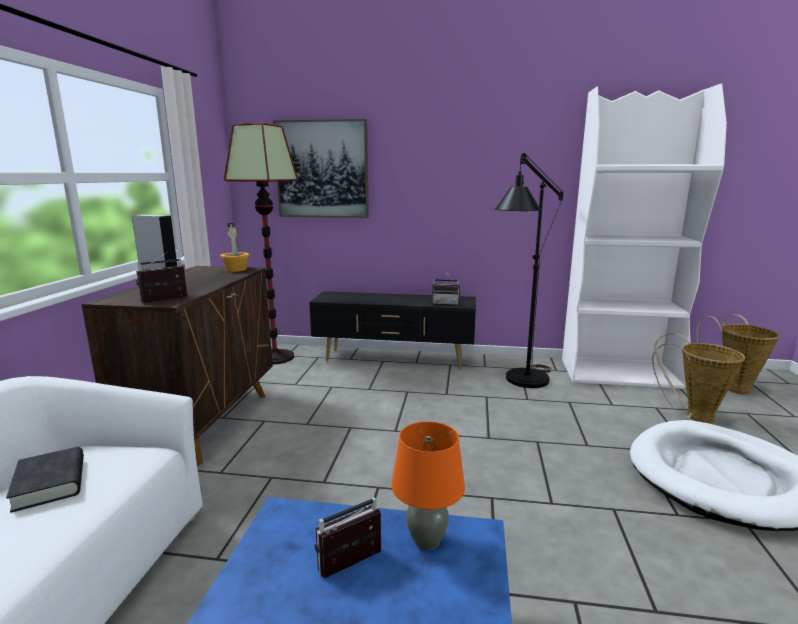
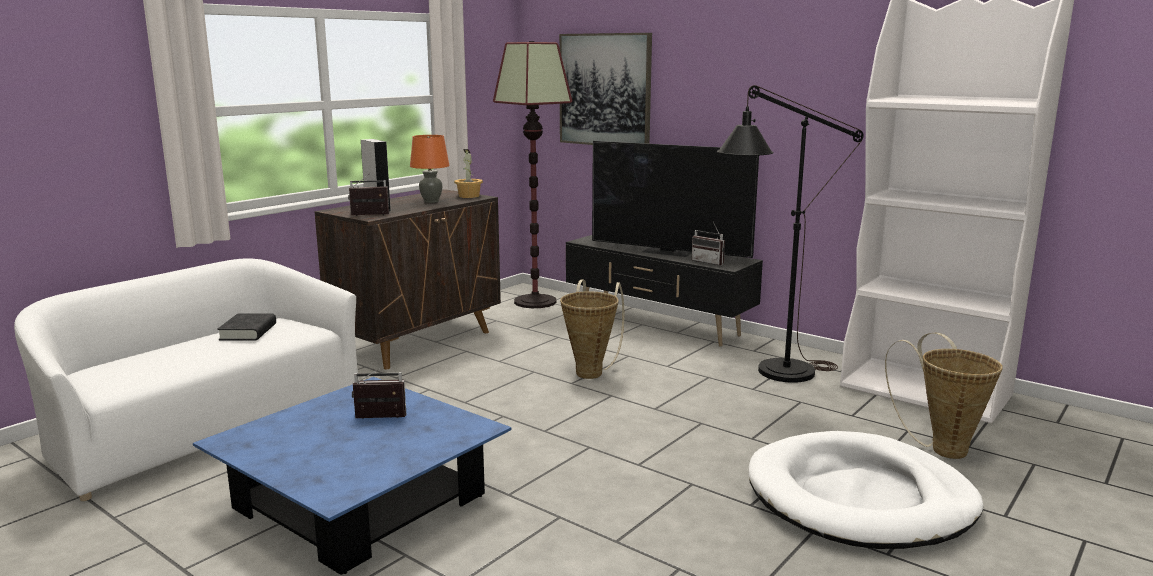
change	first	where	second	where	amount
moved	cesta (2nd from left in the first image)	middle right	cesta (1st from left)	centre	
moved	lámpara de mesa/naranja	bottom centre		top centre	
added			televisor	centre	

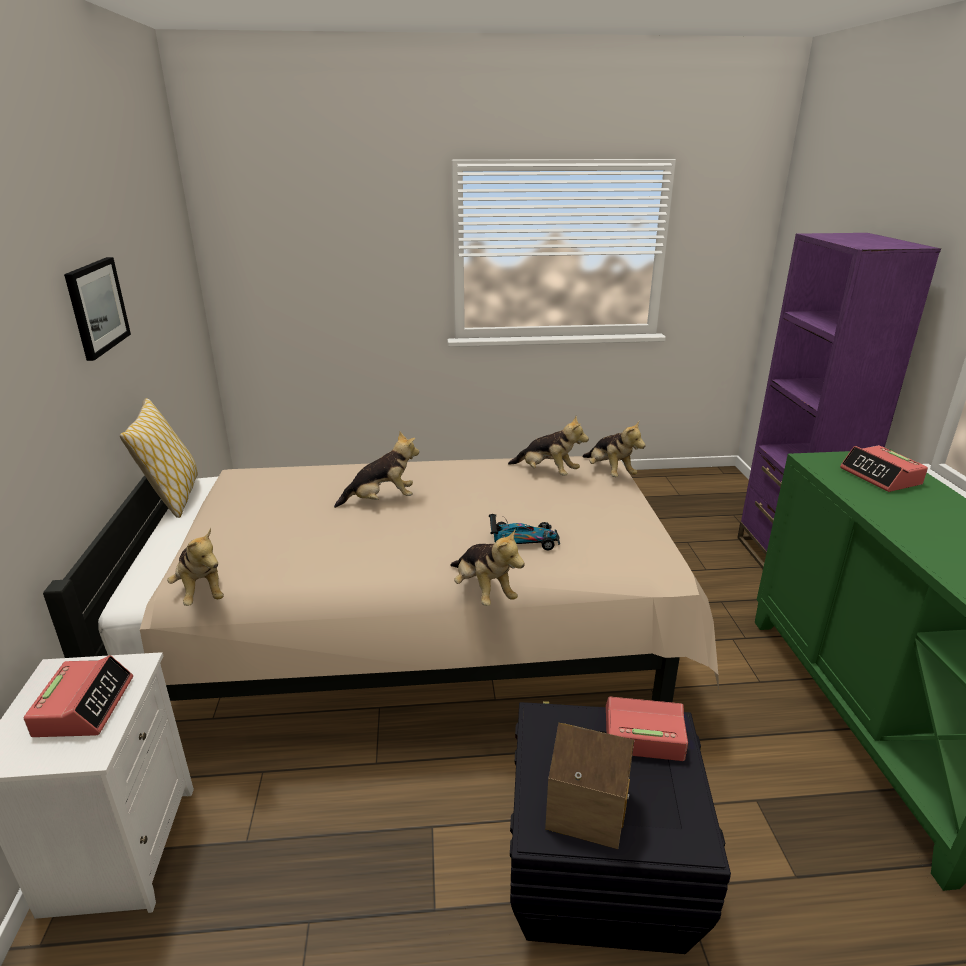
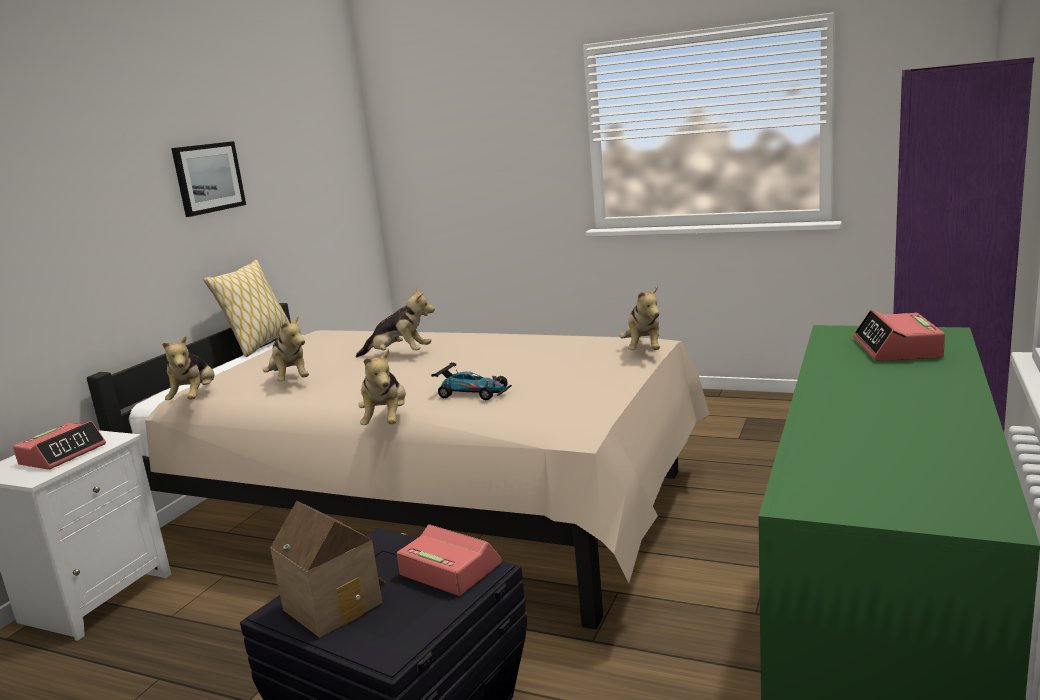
change	first	where	second	where	amount
moved	peluche (4th from left in the first image)	centre	peluche (2nd from left)	middle left	

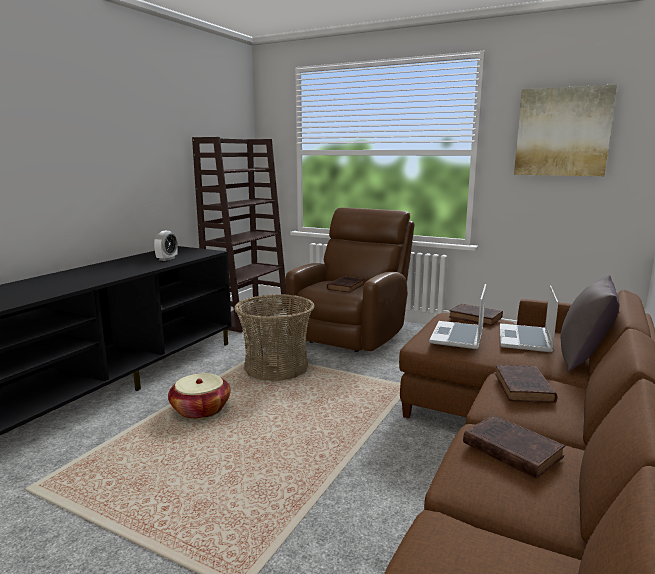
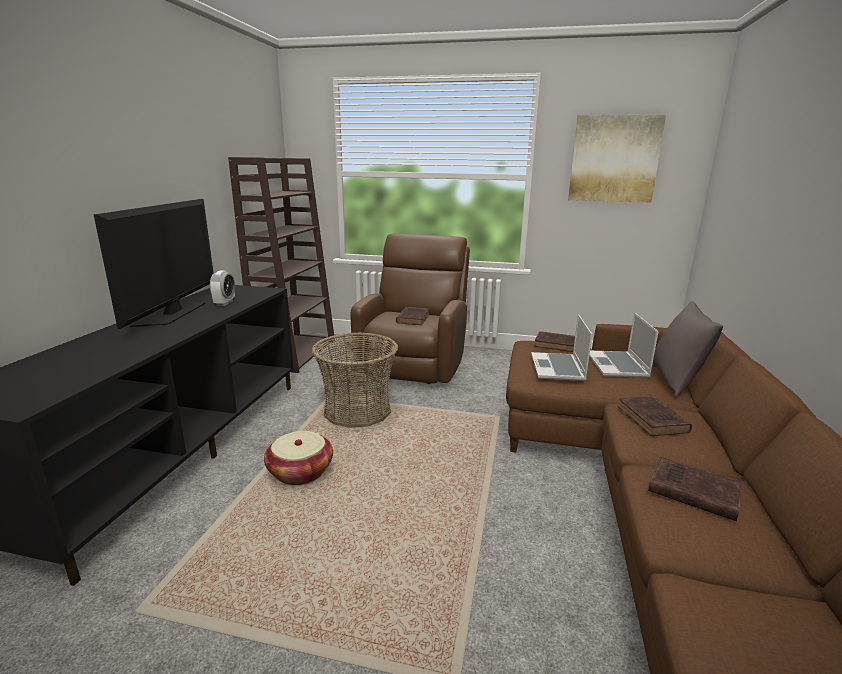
change	first	where	second	where	amount
added			televisor	middle left	

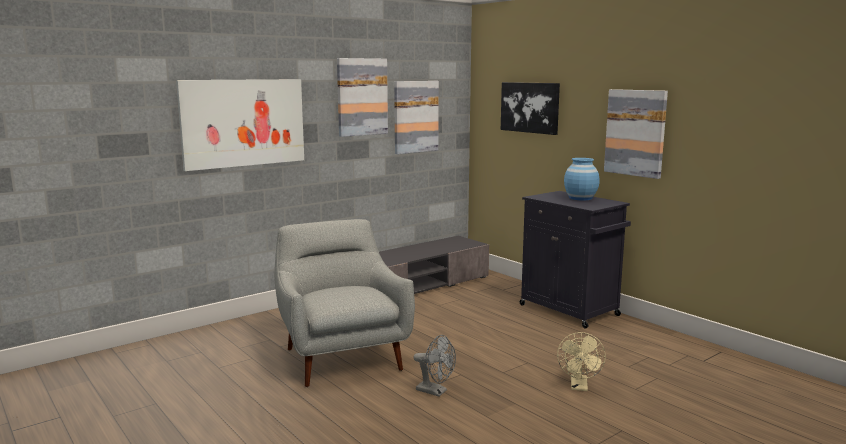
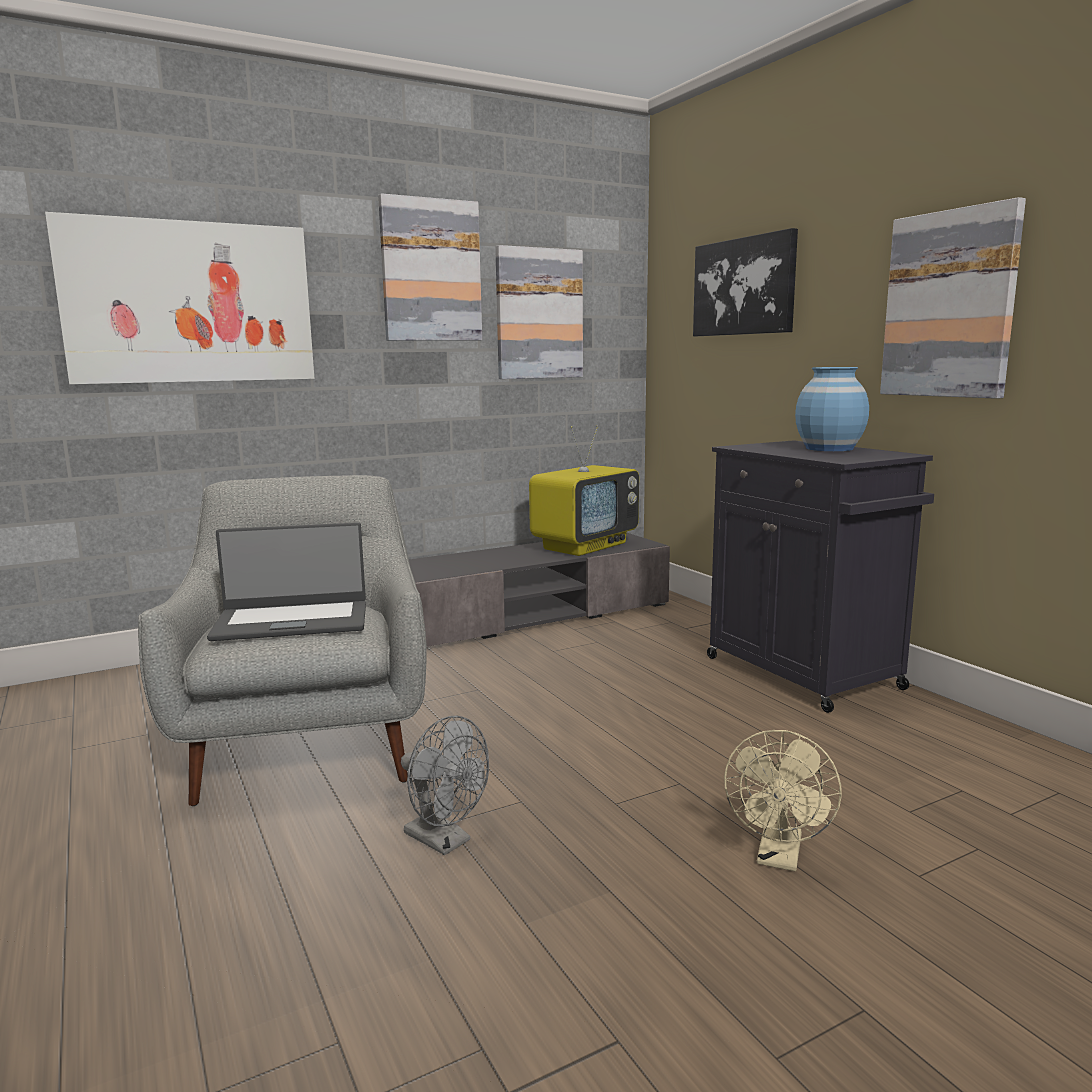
change	first	where	second	where	amount
added			televisor	centre	
added			portátil	middle left	

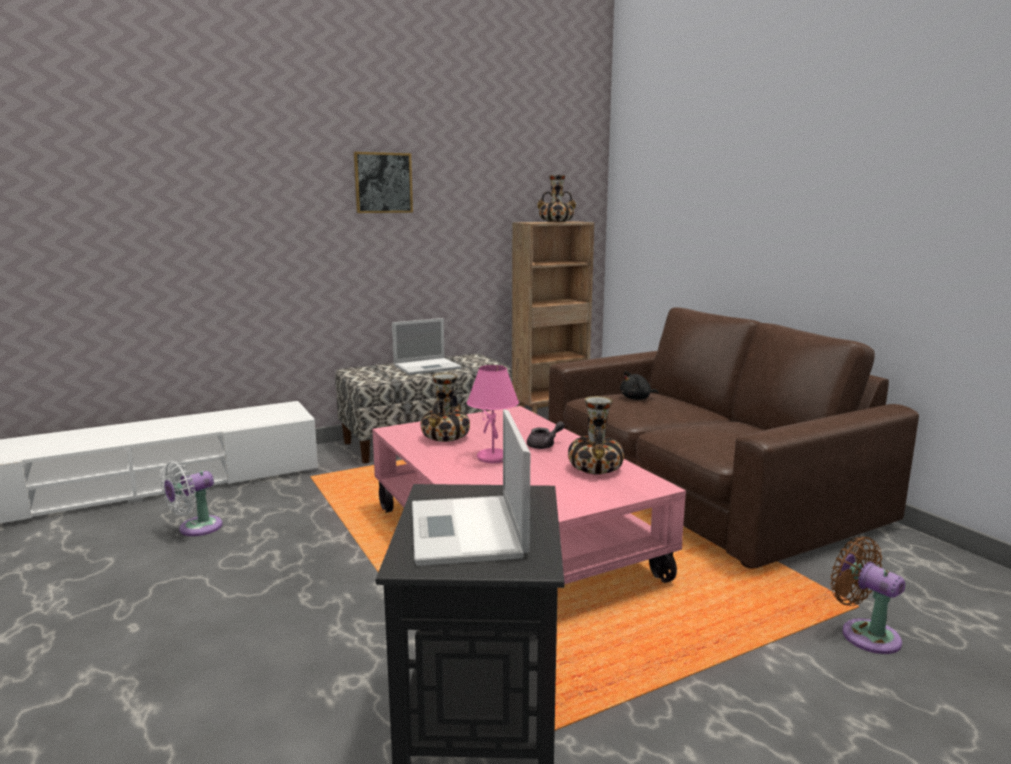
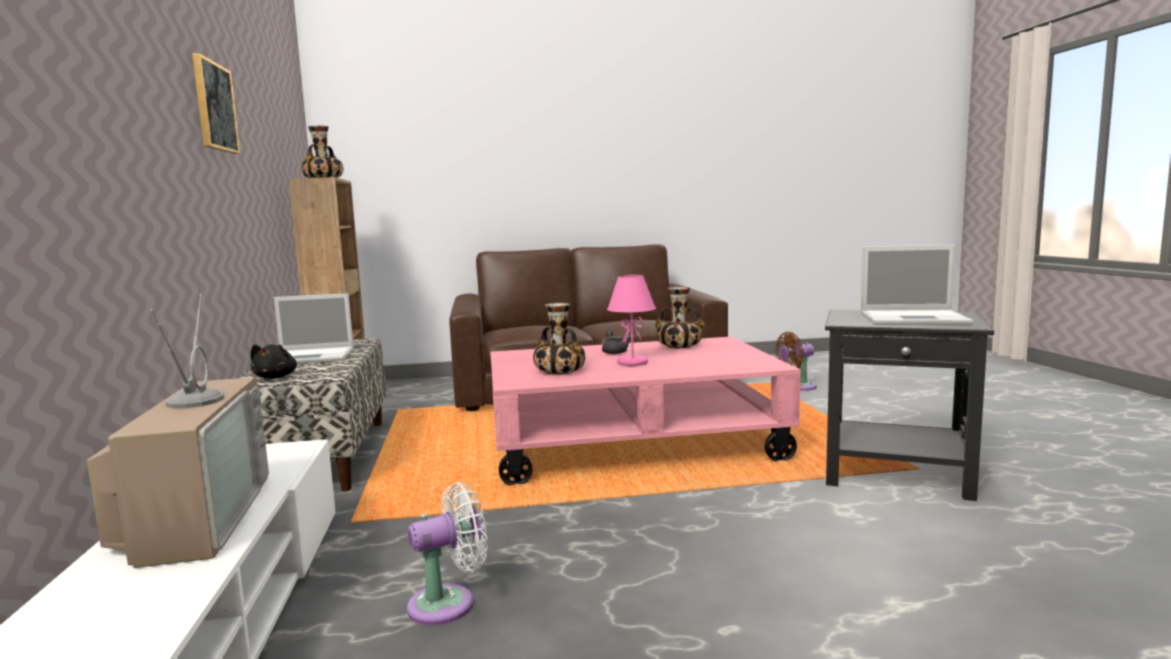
change	first	where	second	where	amount
turned	portátil (1st from left)	centre		middle left	90 degrees clockwise
moved	peluche/negro	centre		middle left	
turned	ventilador/blanco	middle left		bottom centre	90 degrees counterclockwise
added			televisor	middle left	

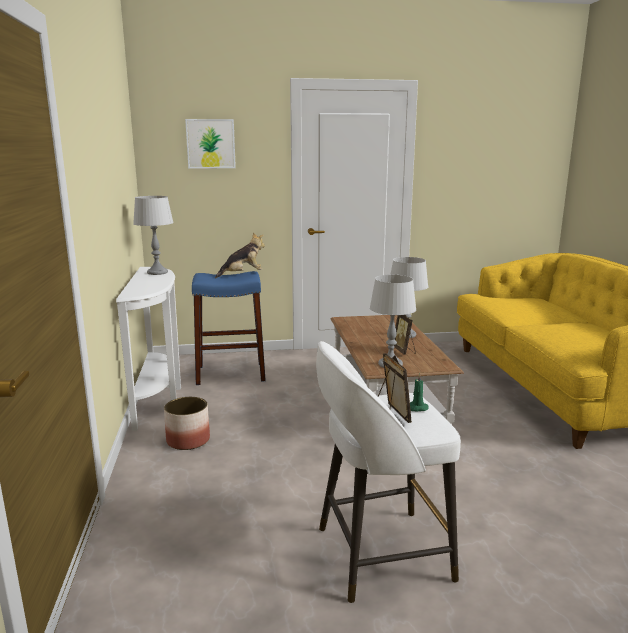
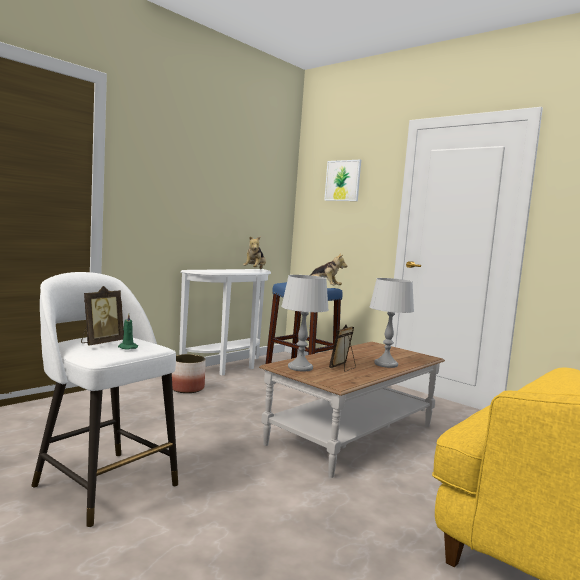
change	first	where	second	where	amount
replaced	lámpara de mesa/gris (1st from left)	middle left	peluche (1st from left)	centre	

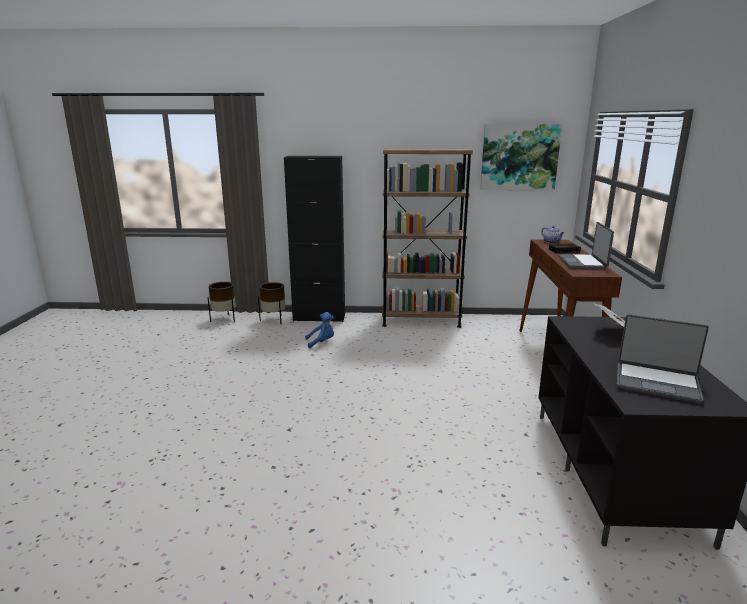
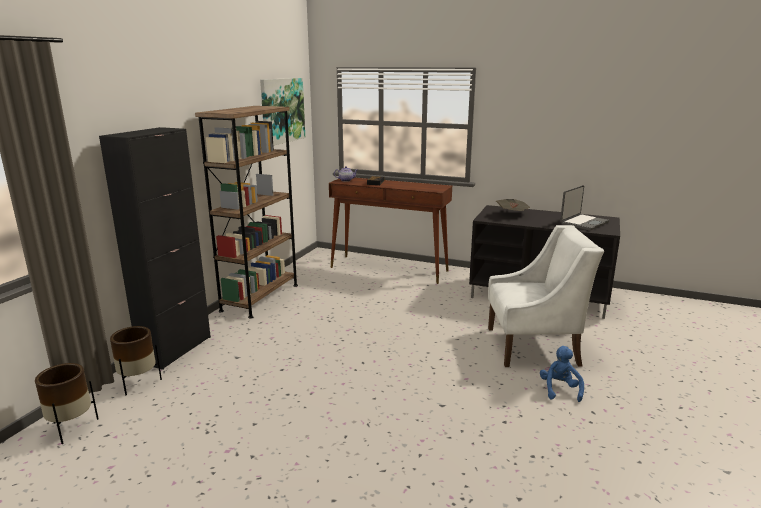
change	first	where	second	where	amount
removed	portátil (1st from left)	middle right			
moved	peluche/azul	centre		bottom right	
added			sillón/blanco	middle right	

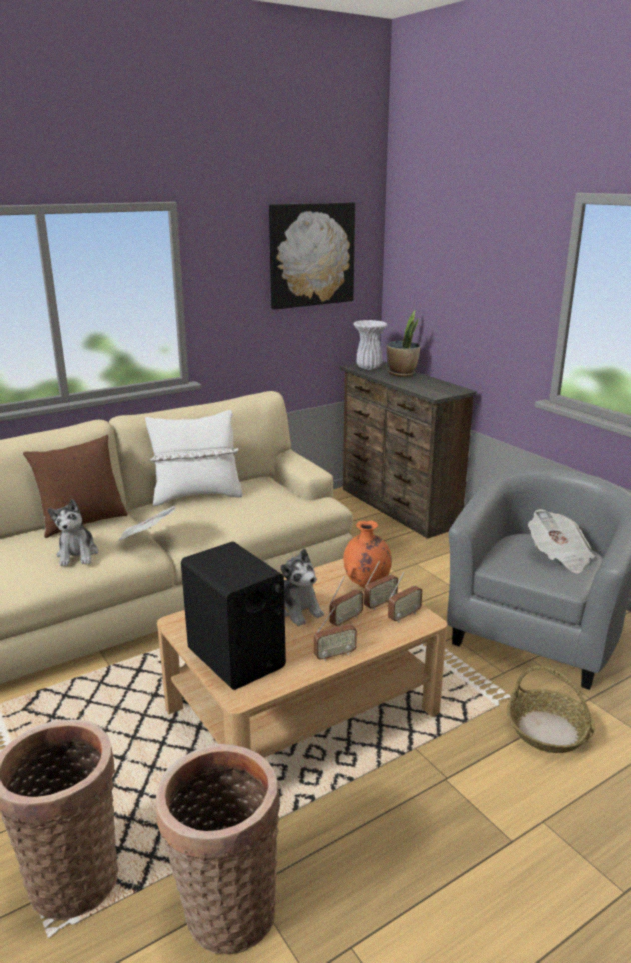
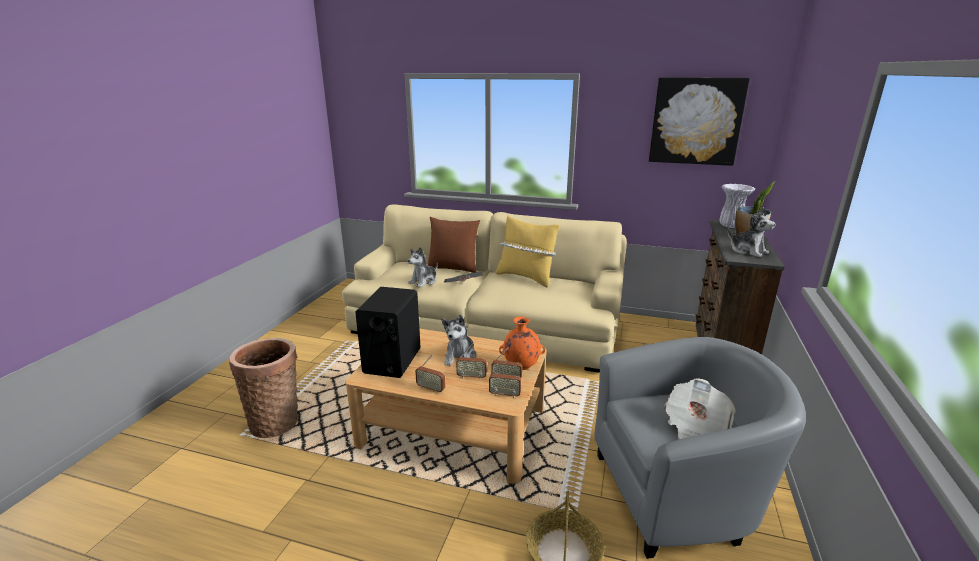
change	first	where	second	where	amount
recoloured	cojín/blanco	middle left	cojín/amarillo	centre	
removed	cesta (2nd from left)	bottom centre			
added			peluche (3rd from left)	middle right	

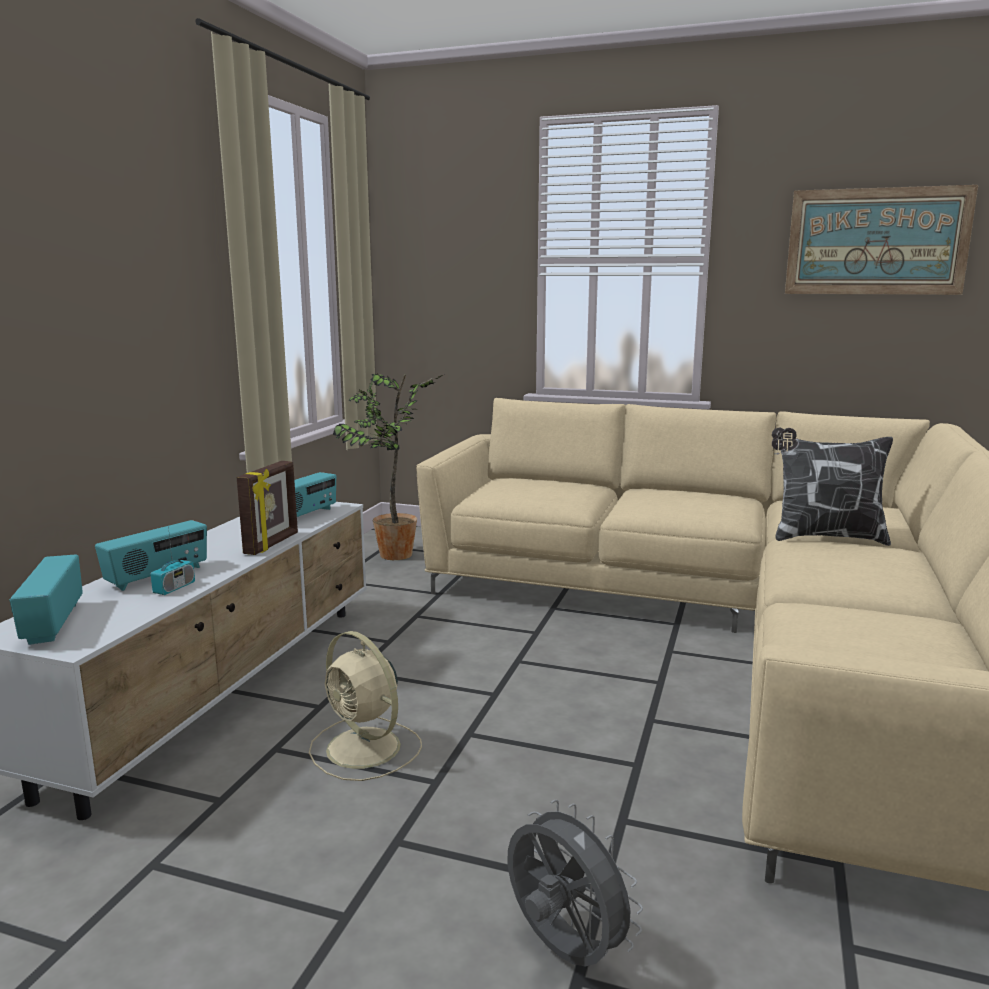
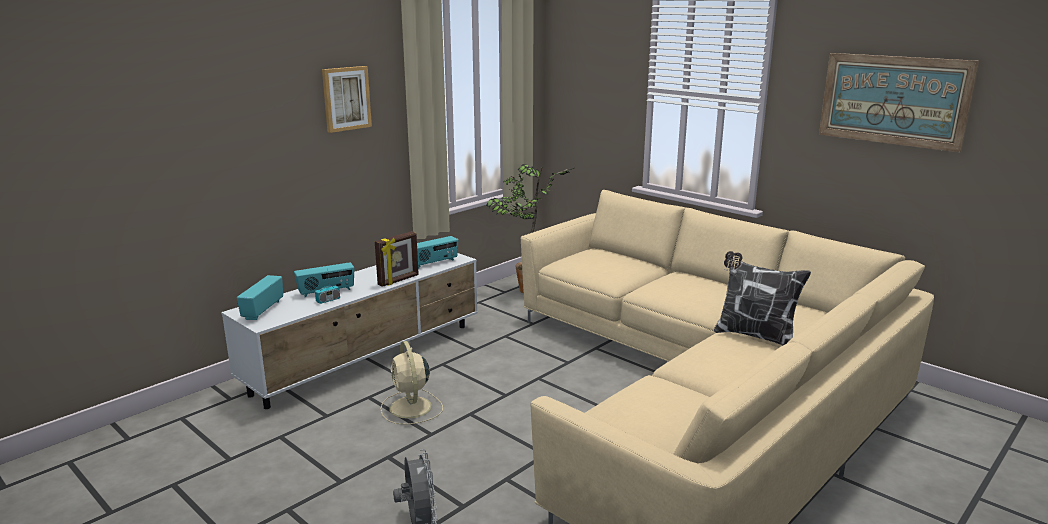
change	first	where	second	where	amount
added			cuadro (1st from left)	top left	

